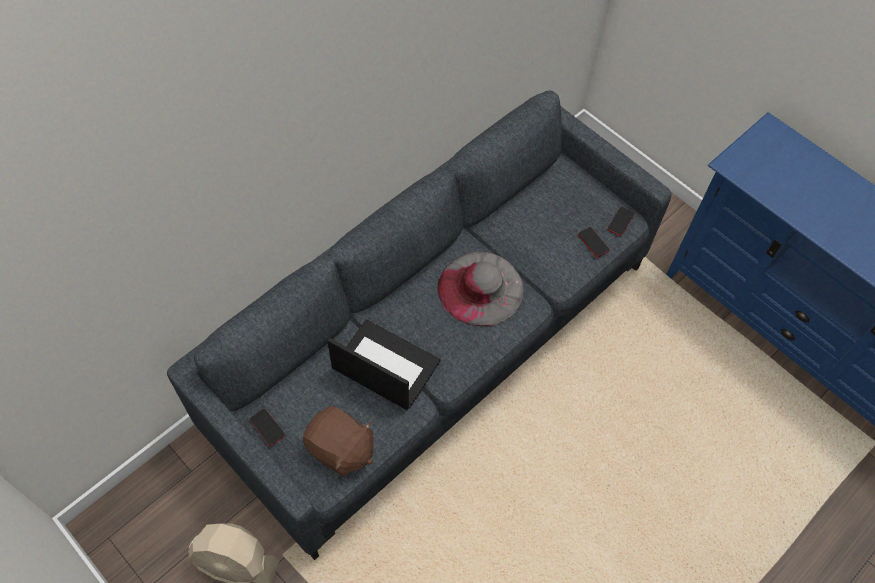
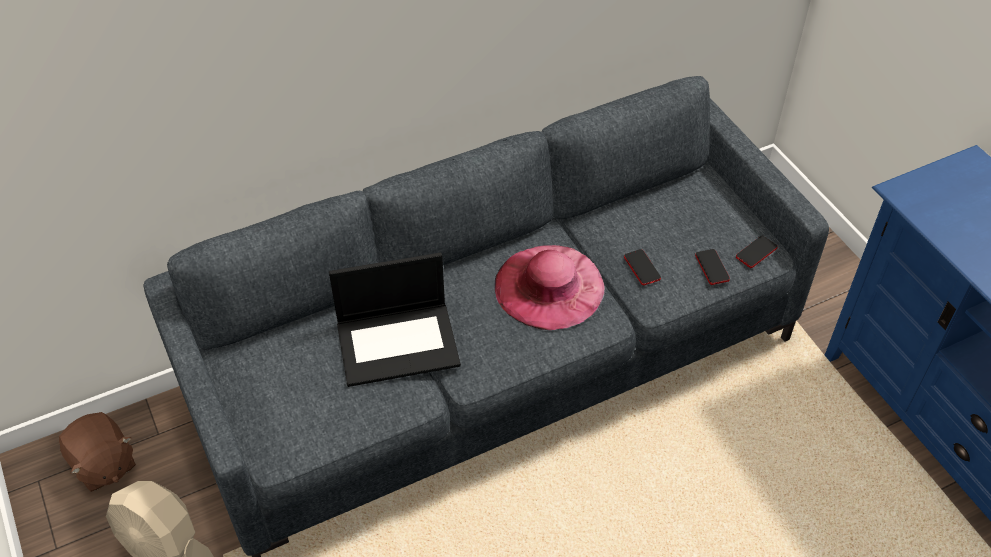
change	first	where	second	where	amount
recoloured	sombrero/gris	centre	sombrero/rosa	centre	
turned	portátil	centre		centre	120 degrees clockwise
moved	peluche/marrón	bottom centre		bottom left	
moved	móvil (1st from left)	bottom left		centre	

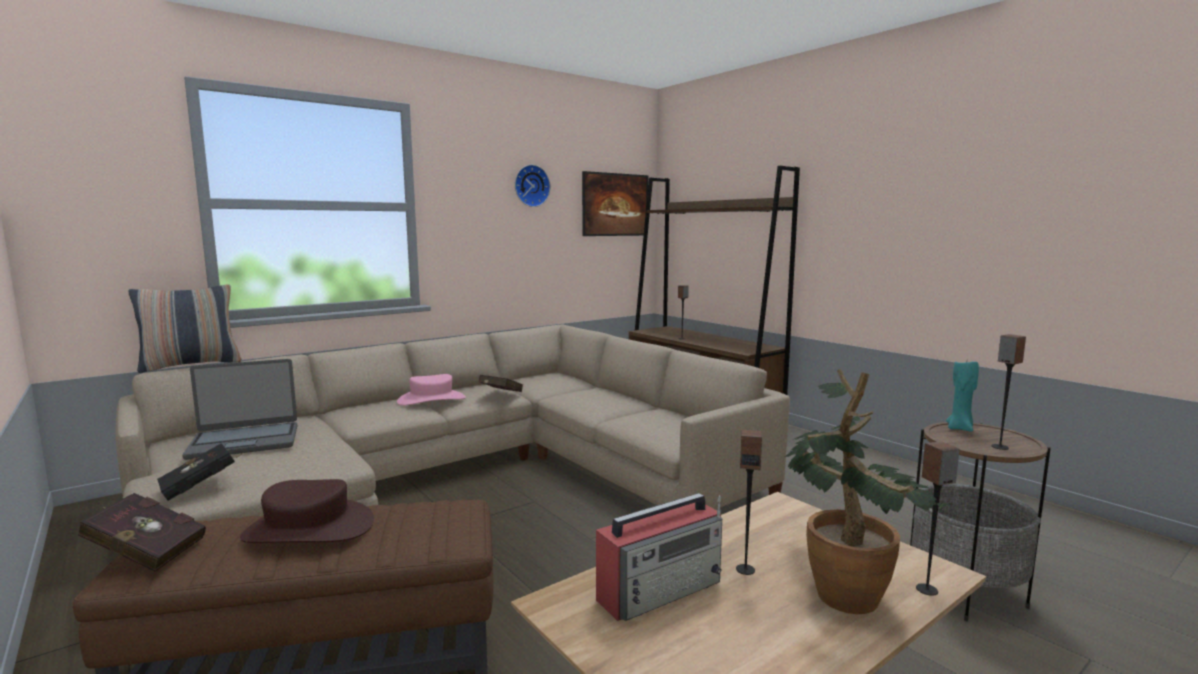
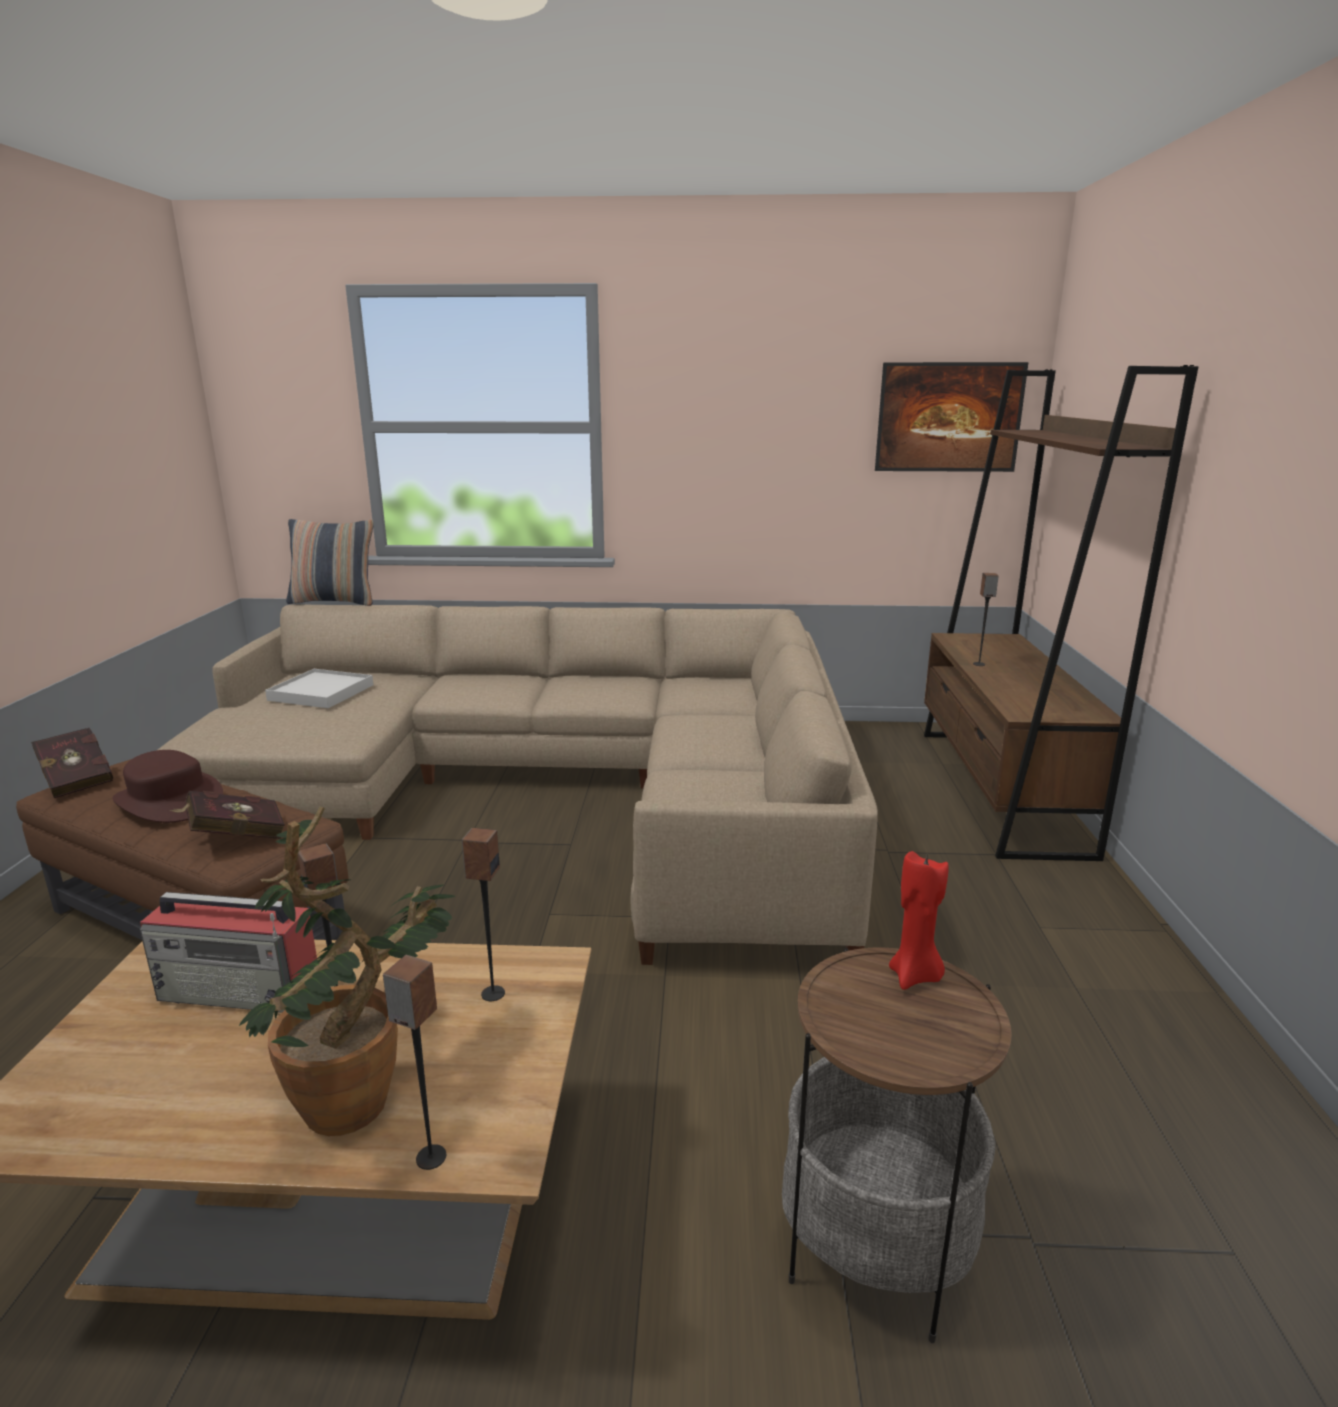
change	first	where	second	where	amount
removed	reloj de pared	top centre			
moved	altavoz (4th from left in the first image)	middle right	altavoz (3rd from left)	centre	
replaced	portátil	middle left	bandeja/blanco	middle left	
recoloured	vela/turquesa	middle right	vela/rojo	middle right	
removed	sombrero/rosa	centre			
moved	libro/rojo (2nd from left)	centre		middle left	
removed	libro/negro	bottom left			

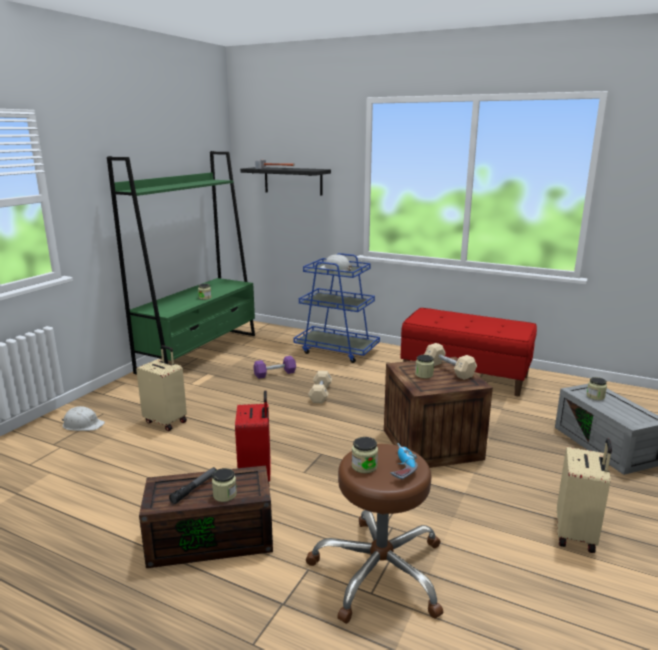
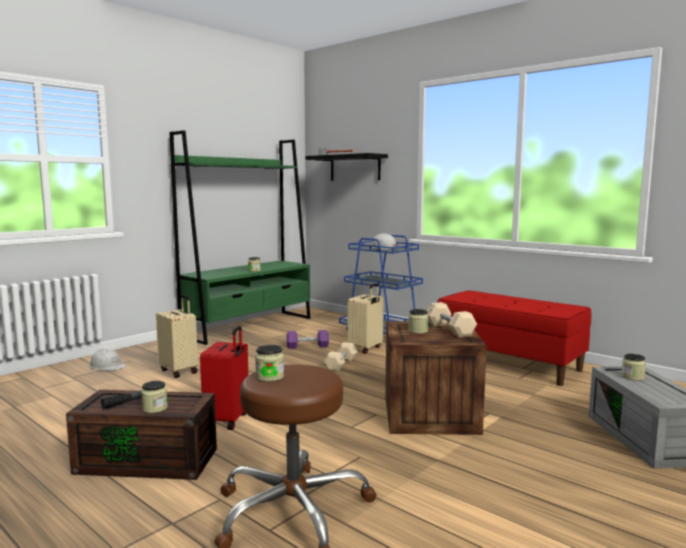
change	first	where	second	where	amount
moved	maleta/beis (2nd from left)	bottom right		centre	
removed	taladro	bottom centre			

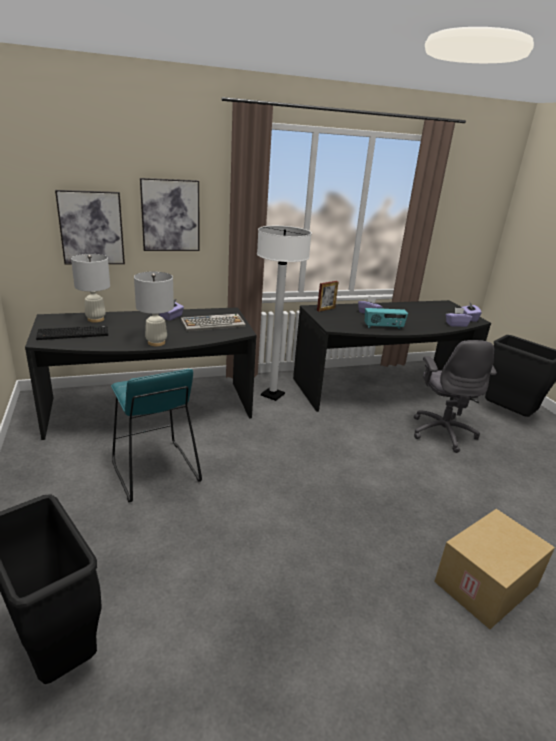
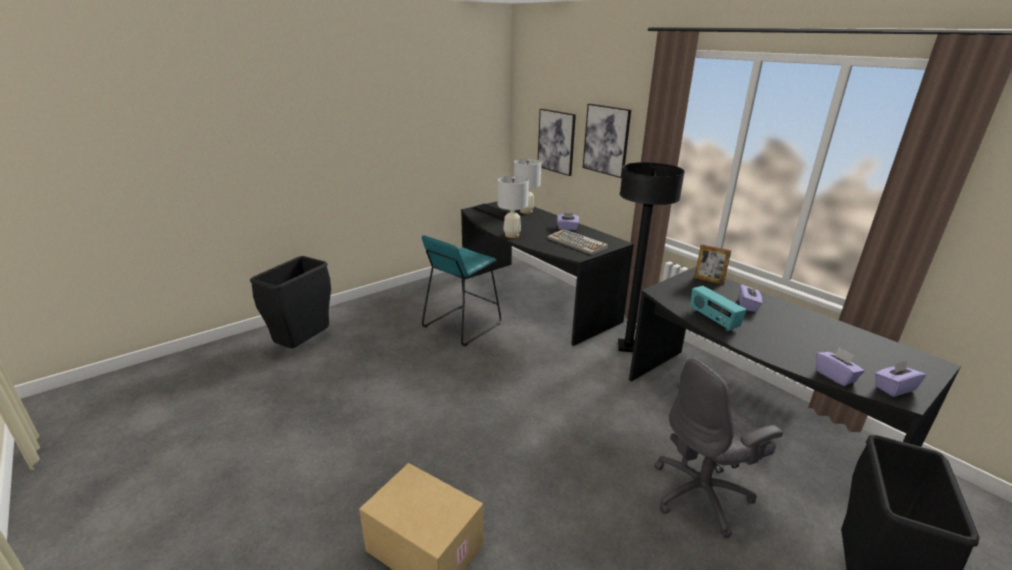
change	first	where	second	where	amount
recoloured	lámpara de pie/blanco	centre	lámpara de pie/negro	centre	

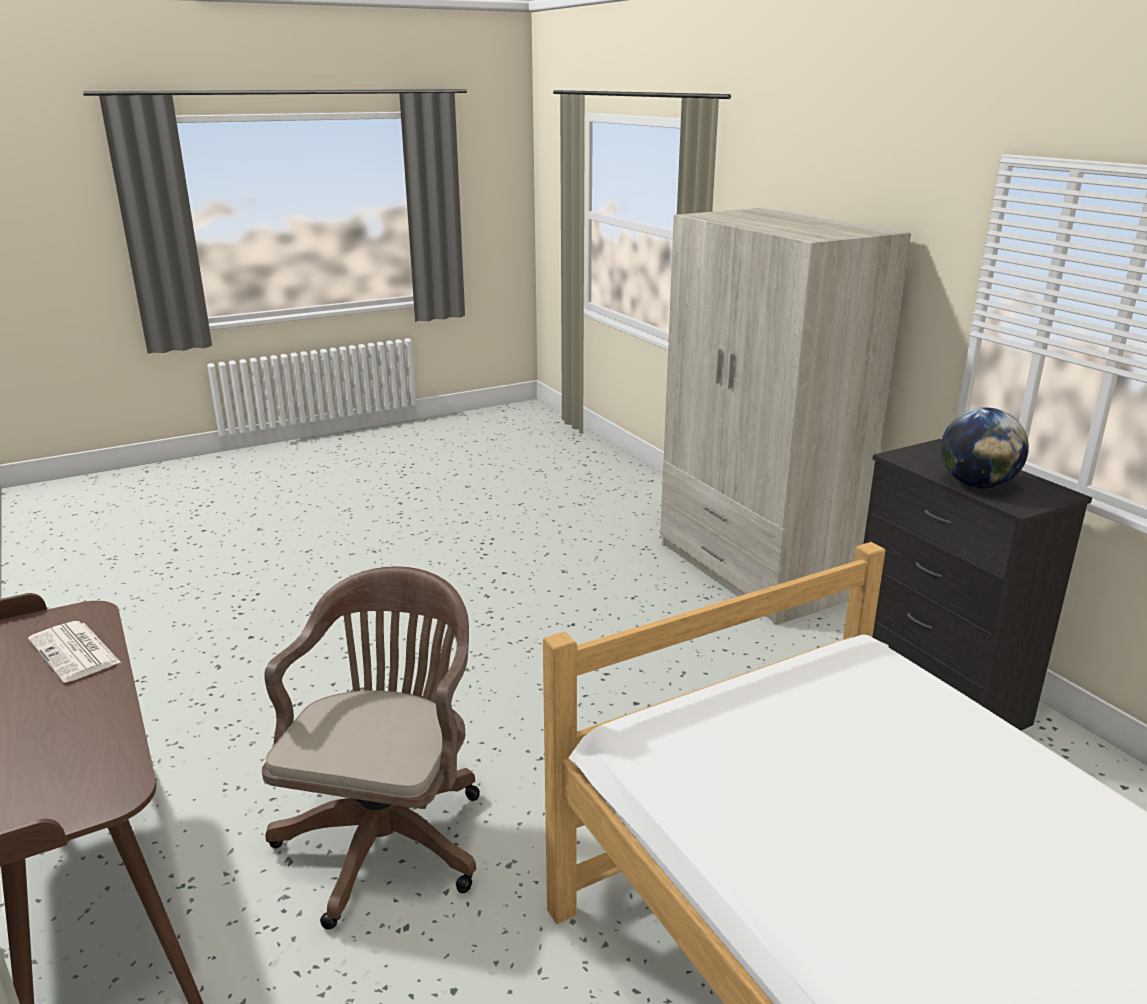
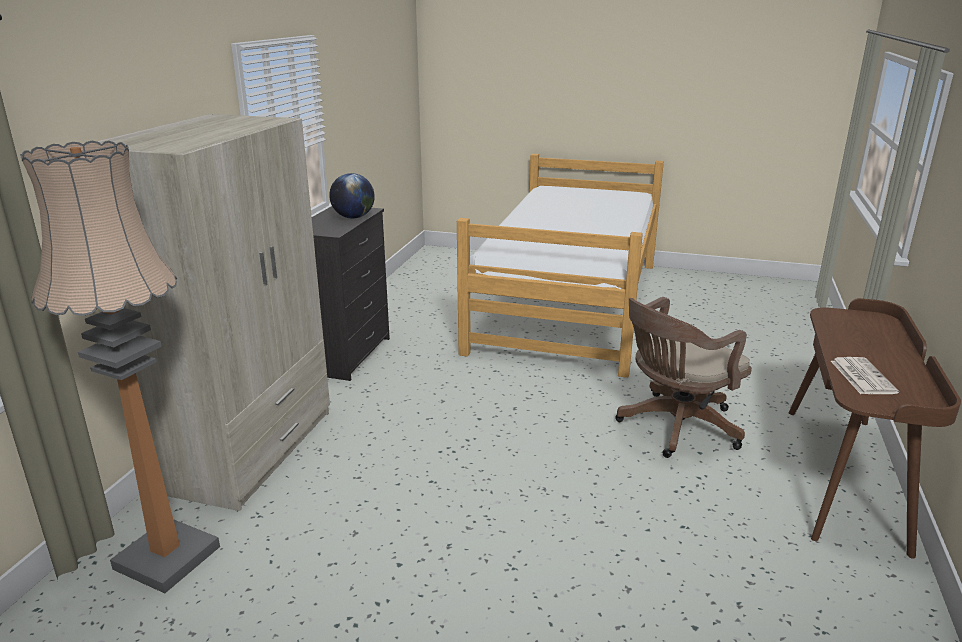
change	first	where	second	where	amount
added			lámpara de pie	middle left	

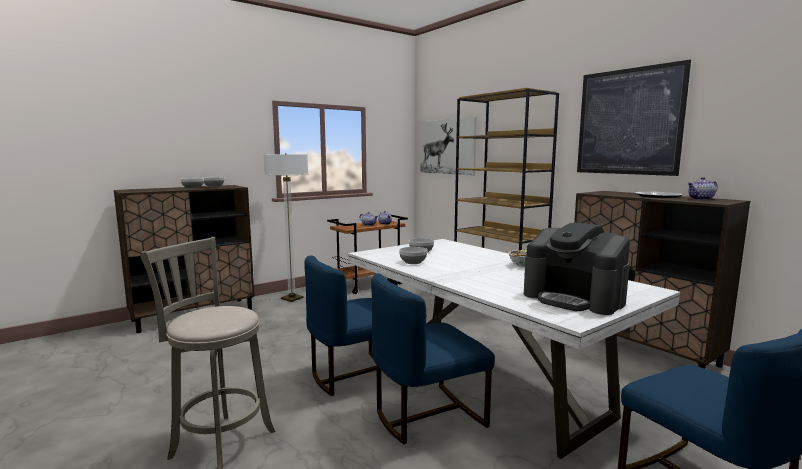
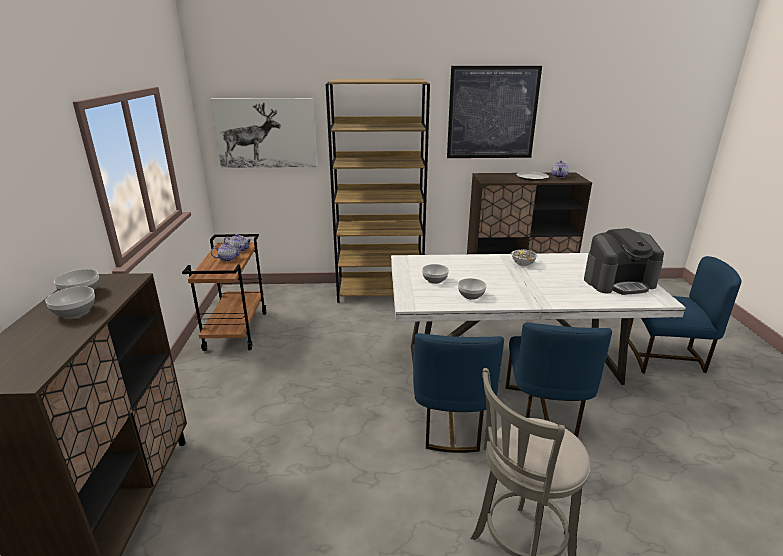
change	first	where	second	where	amount
removed	lámpara de pie	centre			

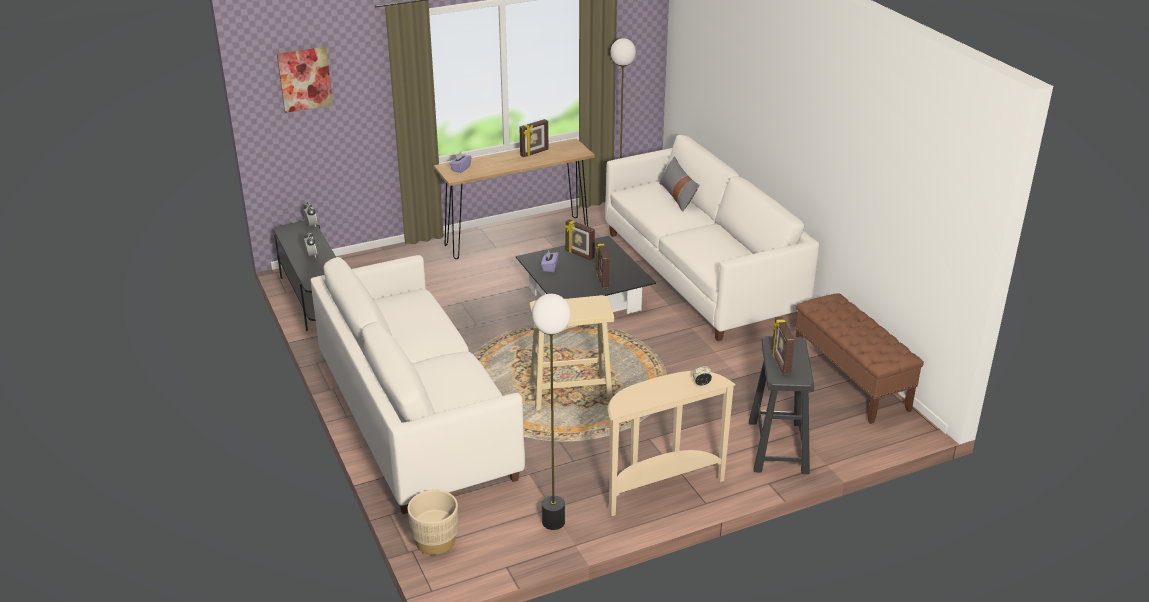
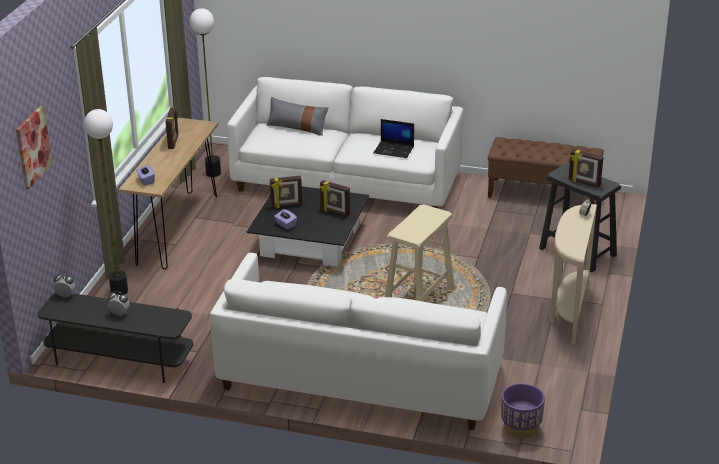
change	first	where	second	where	amount
moved	lámpara de pie (1st from left)	bottom centre		middle left	
recoloured	maceta/beis	bottom centre	maceta/morado	bottom right	
added			portátil	top centre	

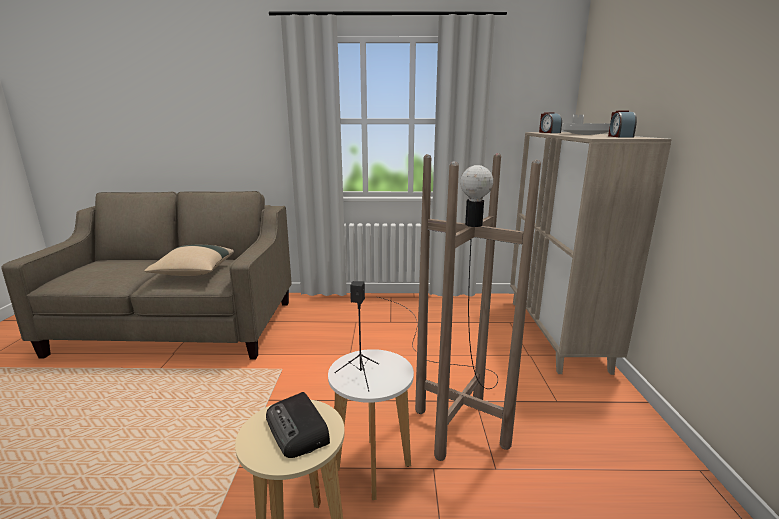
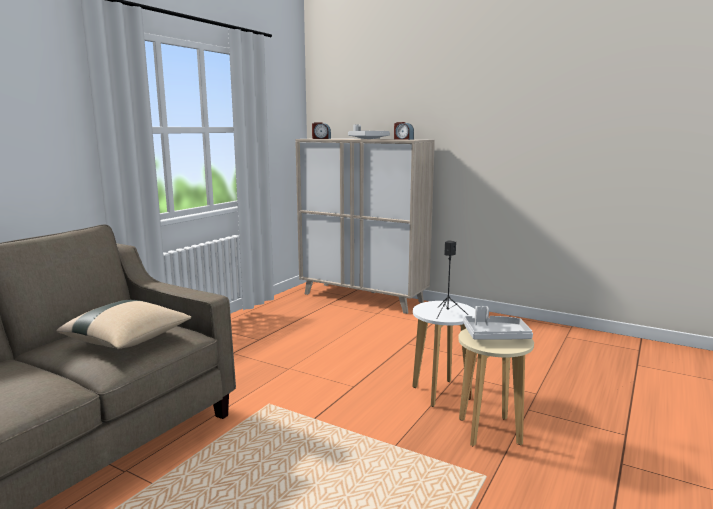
change	first	where	second	where	amount
removed	lámpara de pie/marrón	centre			
replaced	radio	bottom centre	bandeja/gris (2nd from left)	middle right	

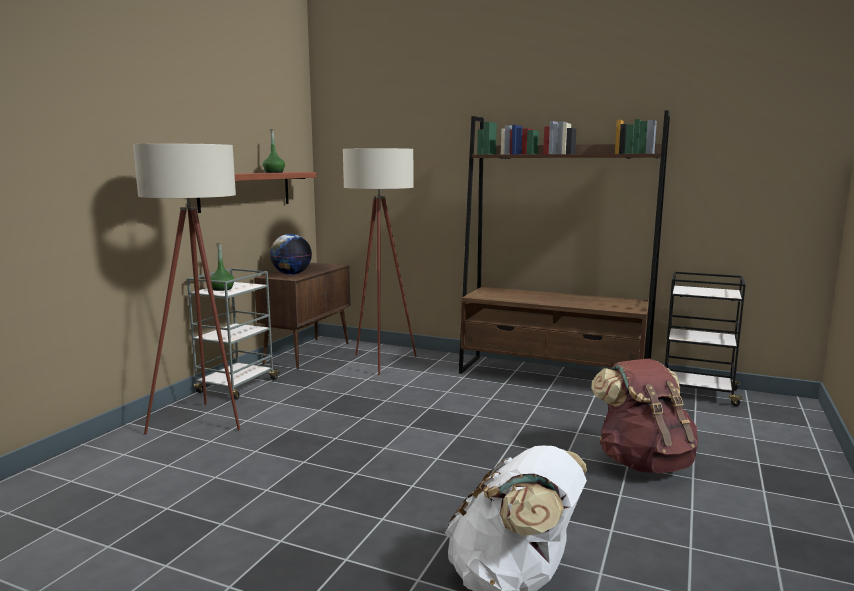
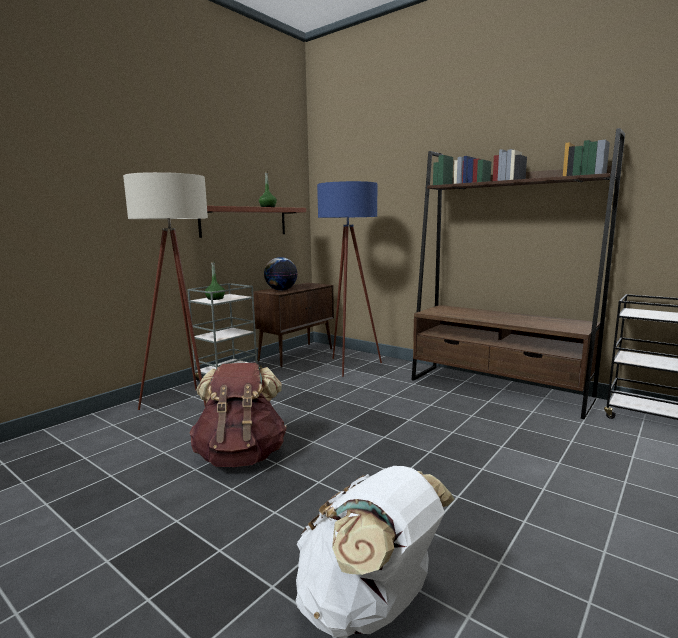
change	first	where	second	where	amount
recoloured	lámpara de pie/beis (2nd from left)	centre	lámpara de pie/azul	centre	
moved	mochila/marrón	bottom right		centre	

